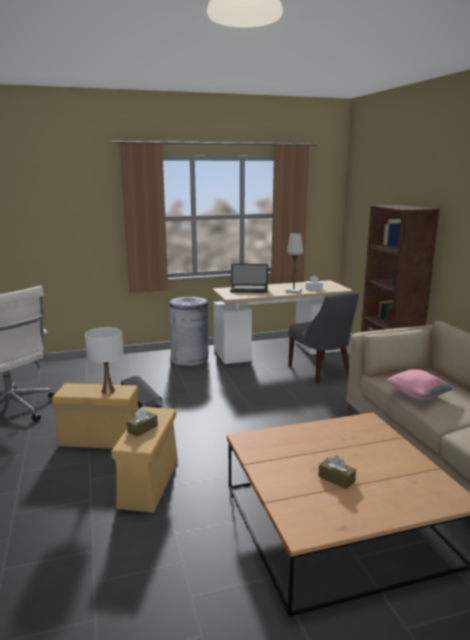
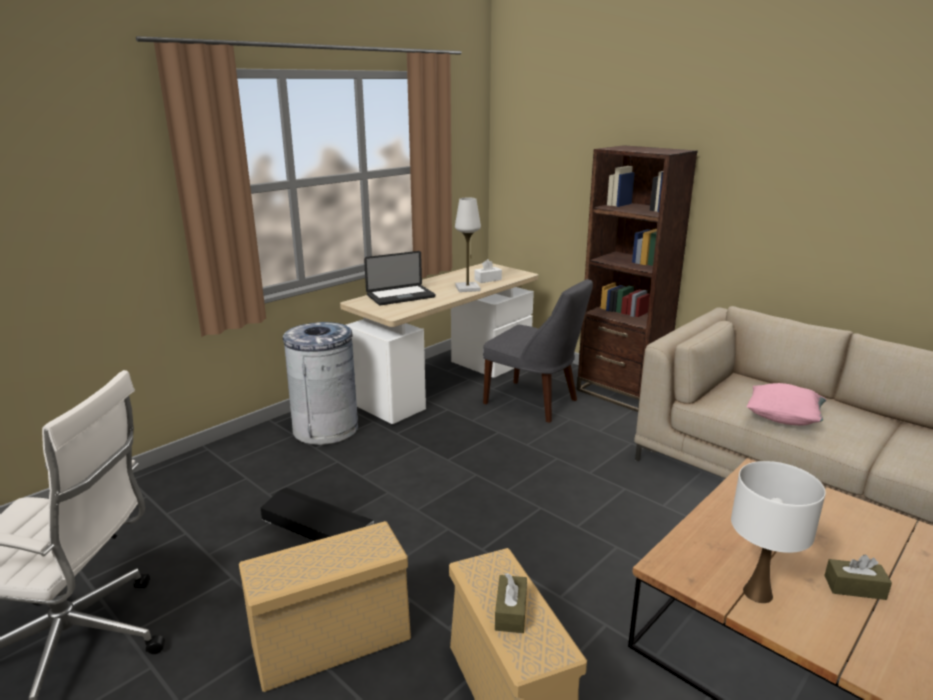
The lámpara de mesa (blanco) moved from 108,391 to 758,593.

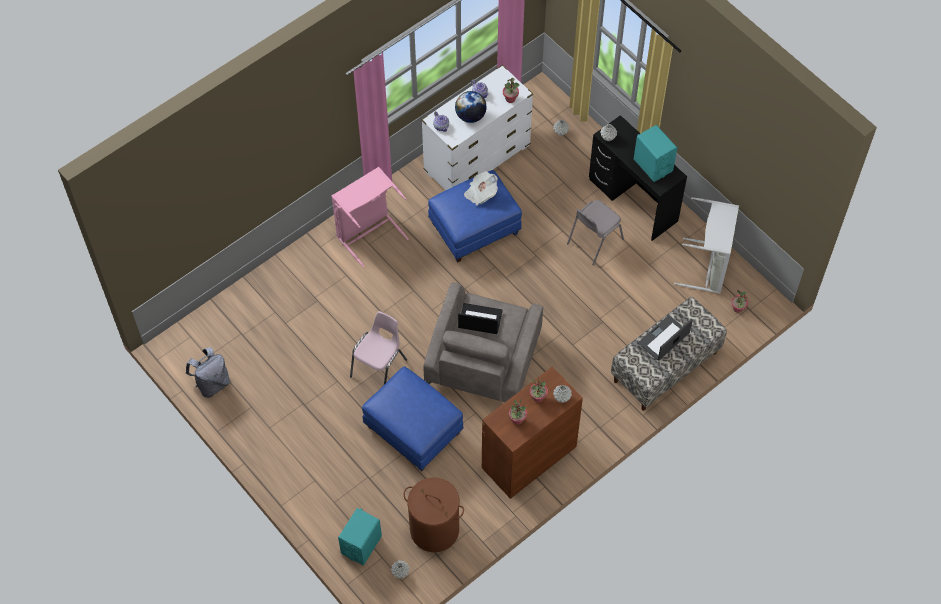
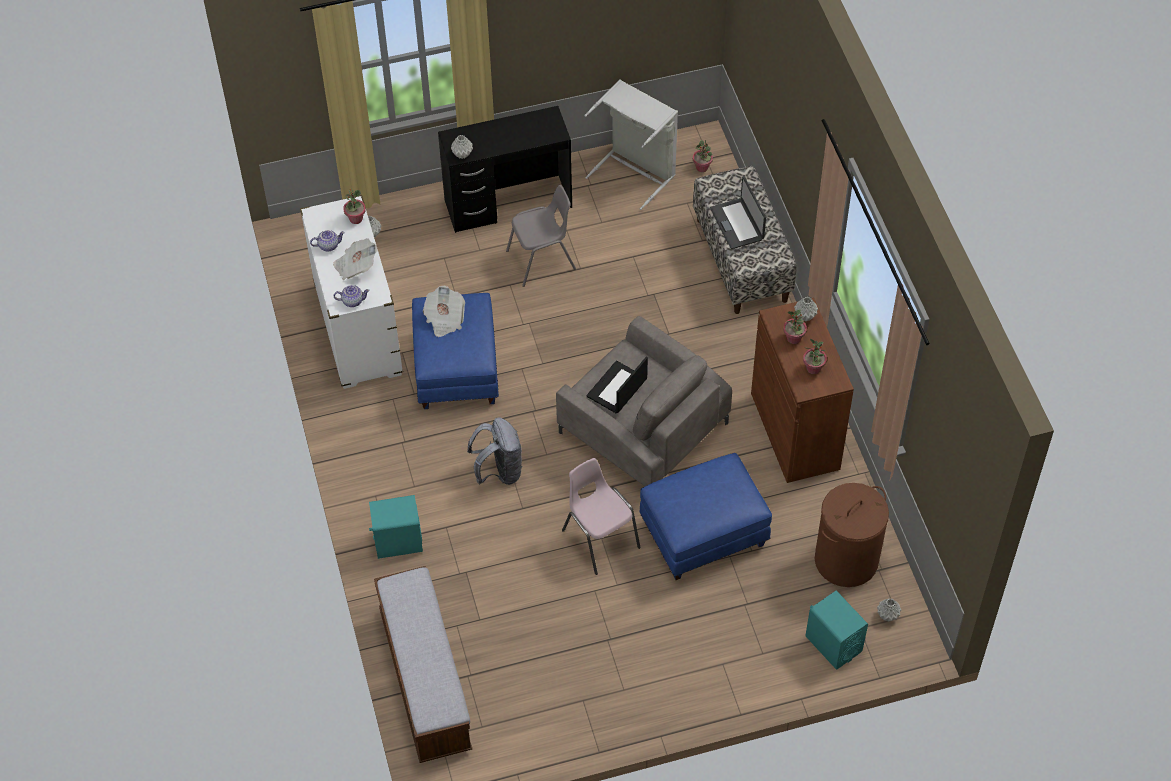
The mochila (gris) moved from 212,383 to 499,471.
The cesto de la ropa (rosa) at 368,233 disappeared.
The globo terráqueo at 470,116 was replaced by the periódico at 356,266.
The silla (gris) at 594,241 turned 90 degrees counterclockwise.
The altavoz (turquesa) moved from 652,165 to 398,542.
The banco at 425,679 appeared.

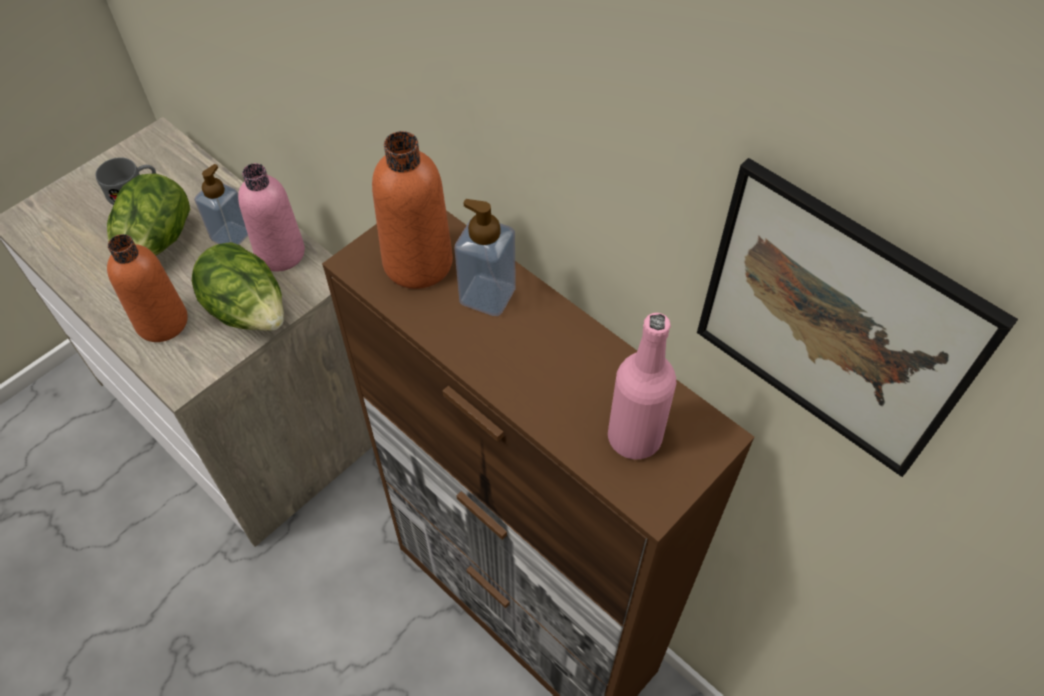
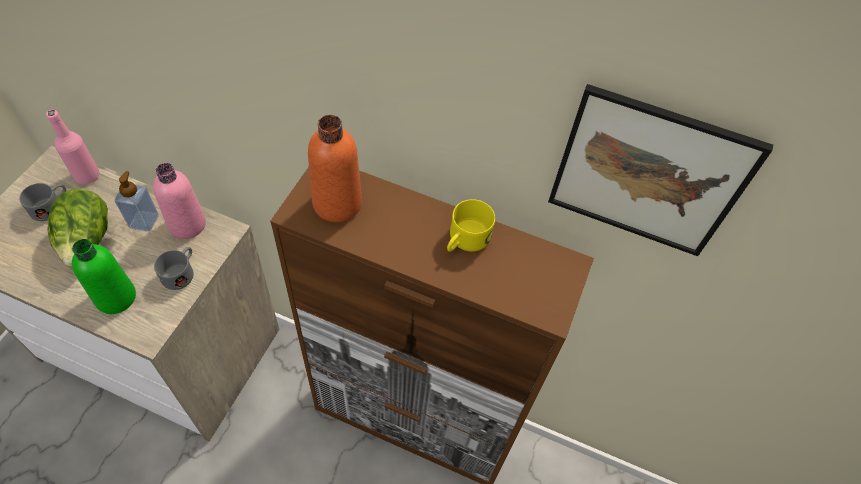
The botella (naranja) at 162,322 became the botella (verde) at 116,297.
The lechuga at 249,312 was replaced by the taza grande (gris) at 181,272.
The dispensador de jabón at 487,295 disappeared.
The botella (rosa) moved from 634,437 to 87,176.
The taza grande (amarillo) at 465,240 appeared.

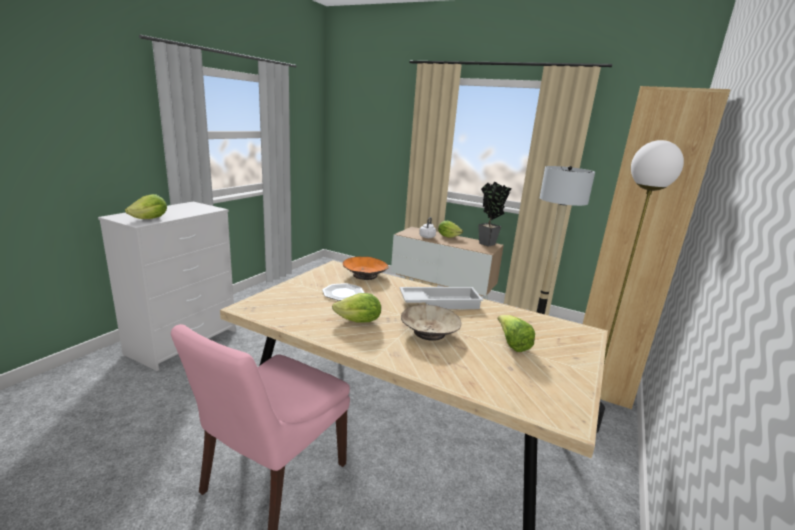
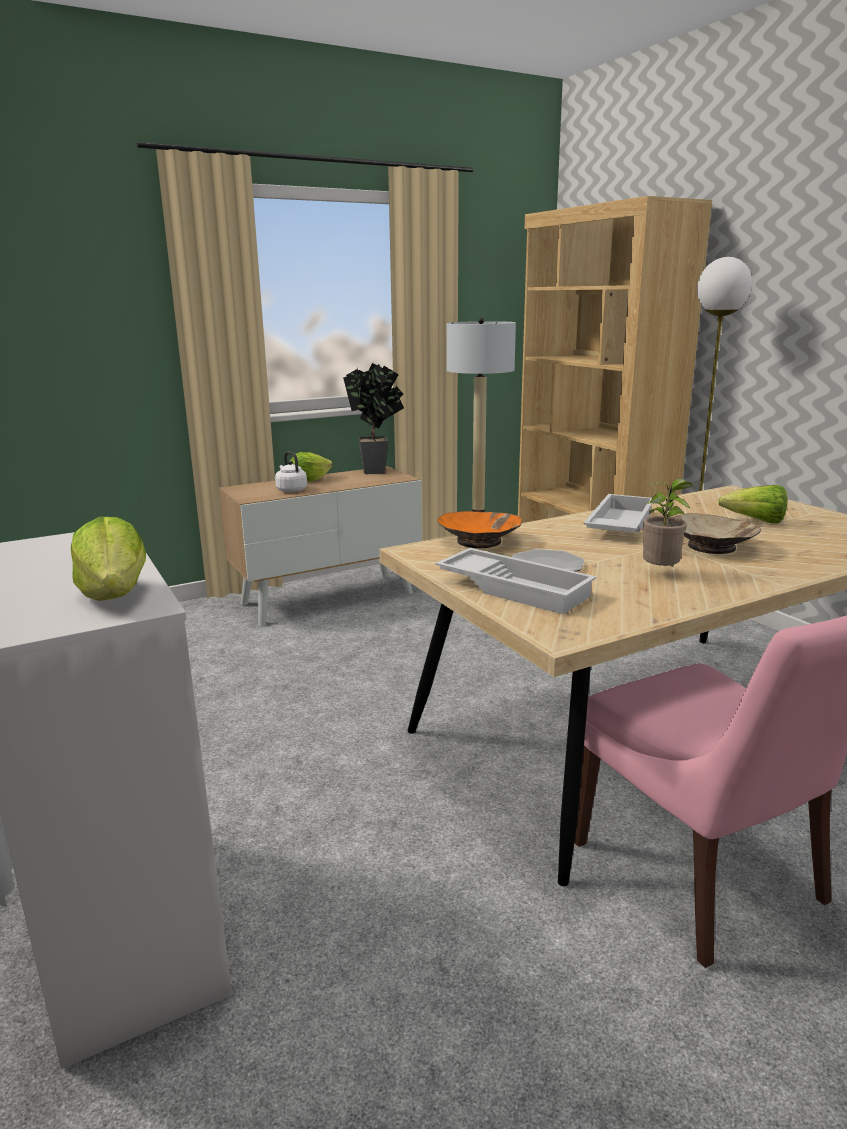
The lechuga at 359,321 was replaced by the planta en maceta at 661,573.
The bandeja (blanco) at 515,588 appeared.

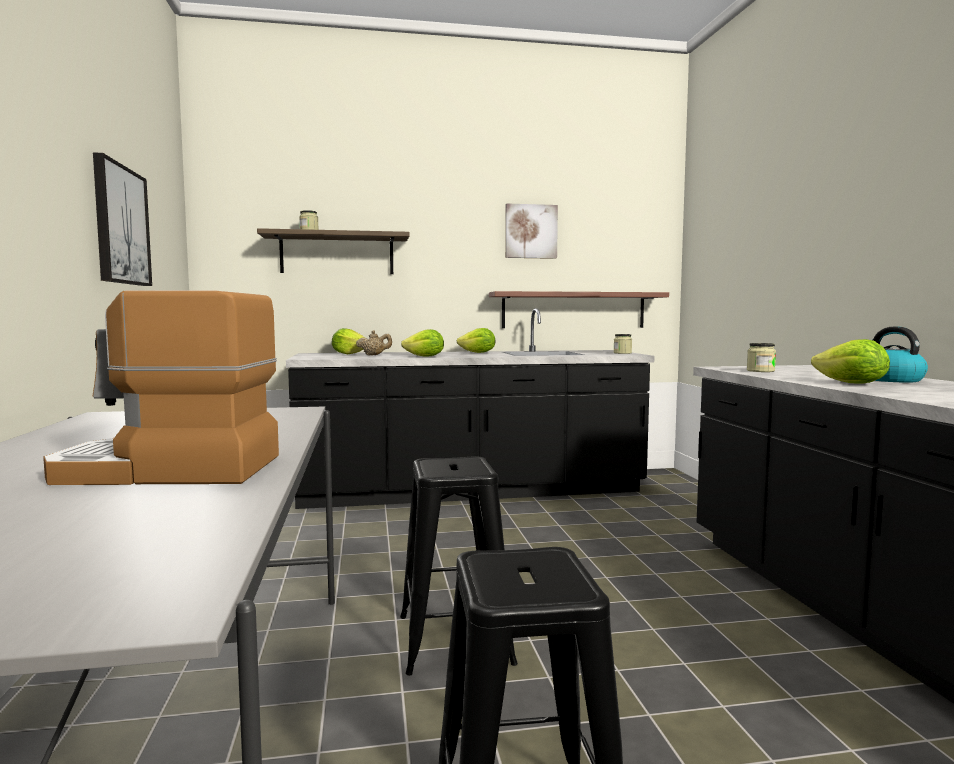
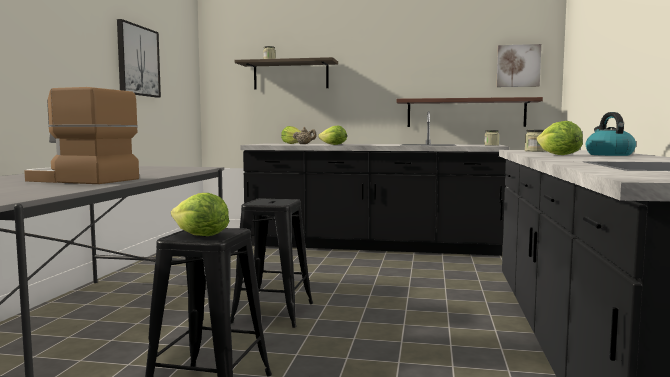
The lechuga moved from 478,353 to 201,236.
The cuadro moved from 530,231 to 518,66.

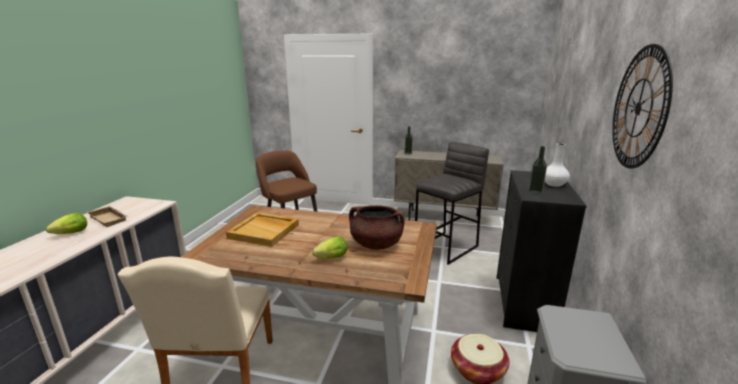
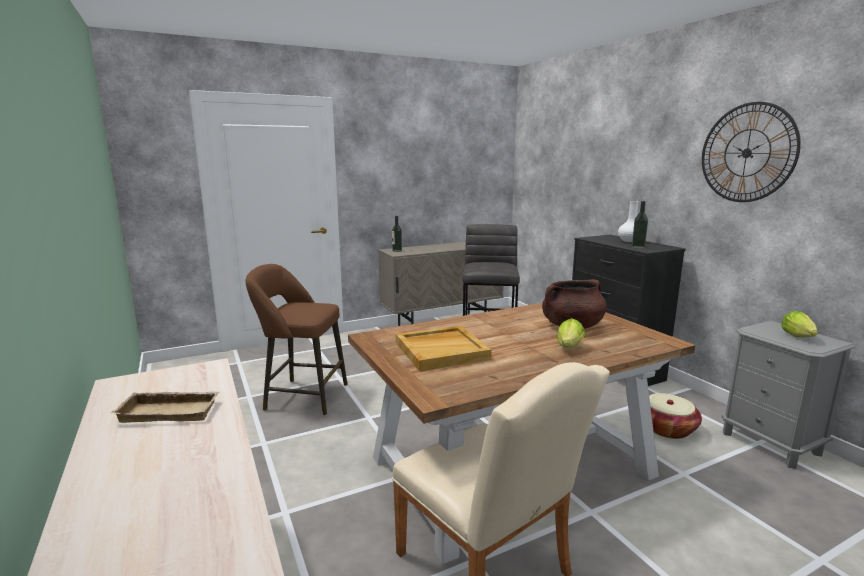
The lechuga moved from 69,234 to 799,337.

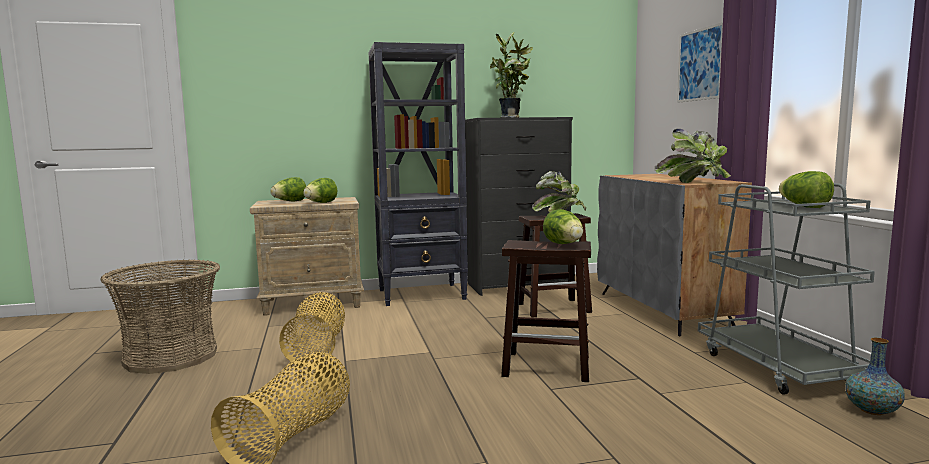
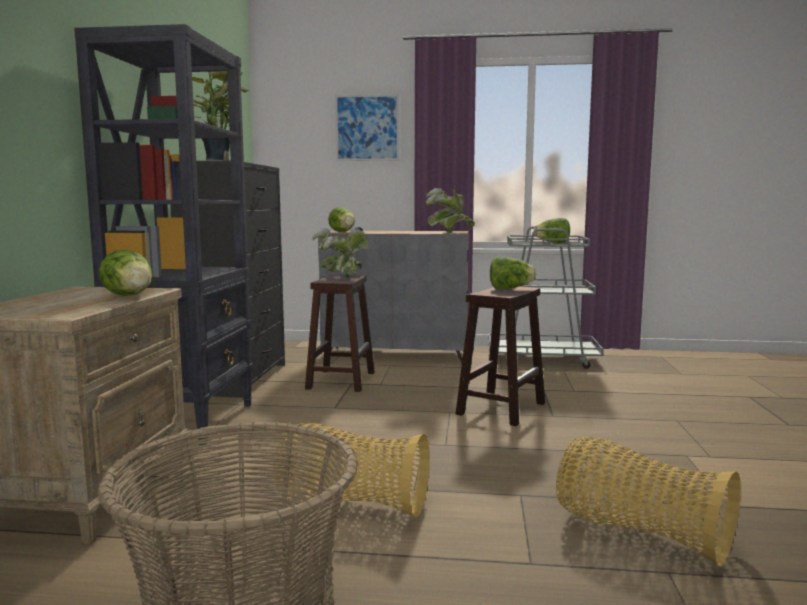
The lechuga moved from 290,201 to 343,232.
The florero at 872,410 disappeared.

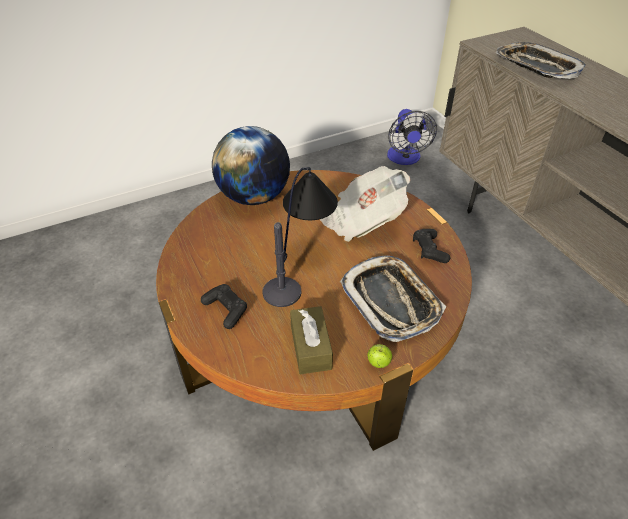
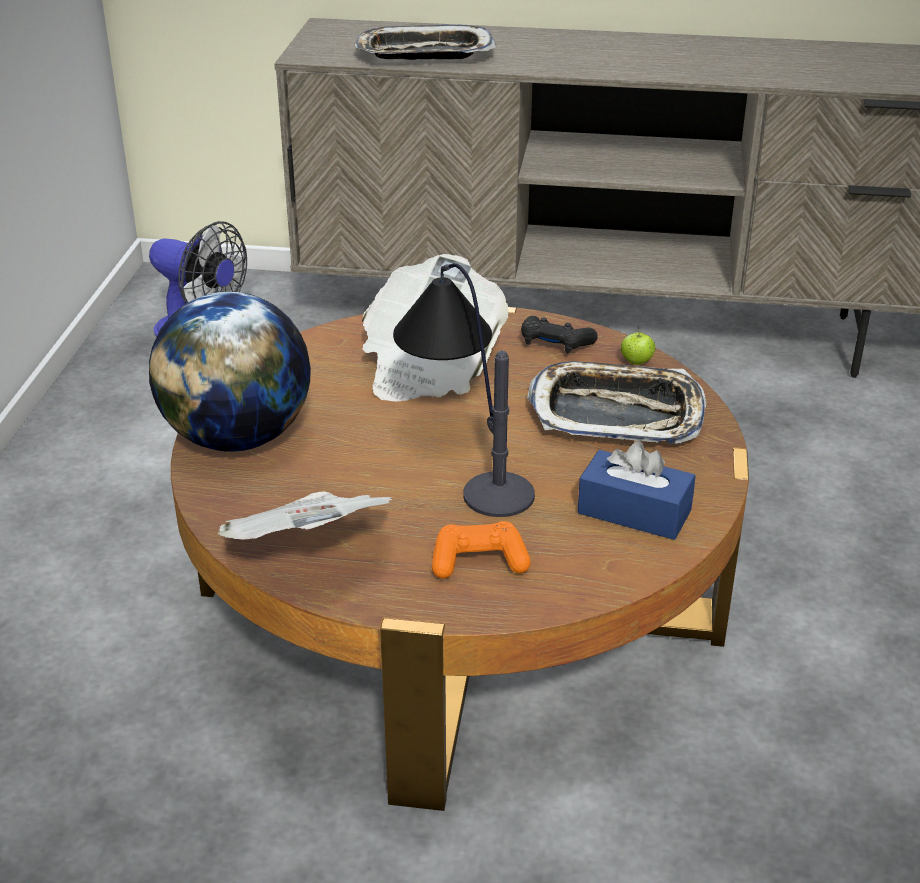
The mando de consola (negro) at 226,310 became the mando de consola (naranja) at 479,561.
The caja de pañuelos (marrón) at 310,347 became the caja de pañuelos (azul) at 634,512.
The manzana moved from 378,363 to 636,362.
The periódico at 307,551 appeared.

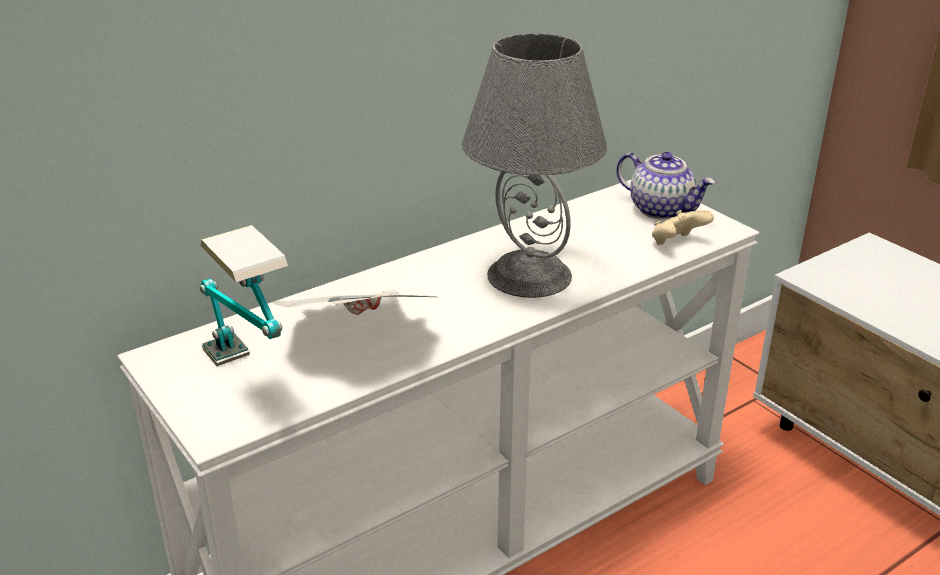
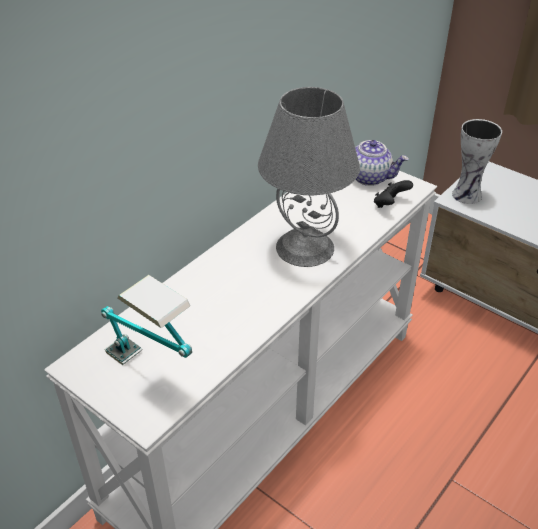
The periódico at 360,335 disappeared.
The mando de consola (beis) at 677,243 became the mando de consola (negro) at 390,204.
The florero at 468,195 appeared.

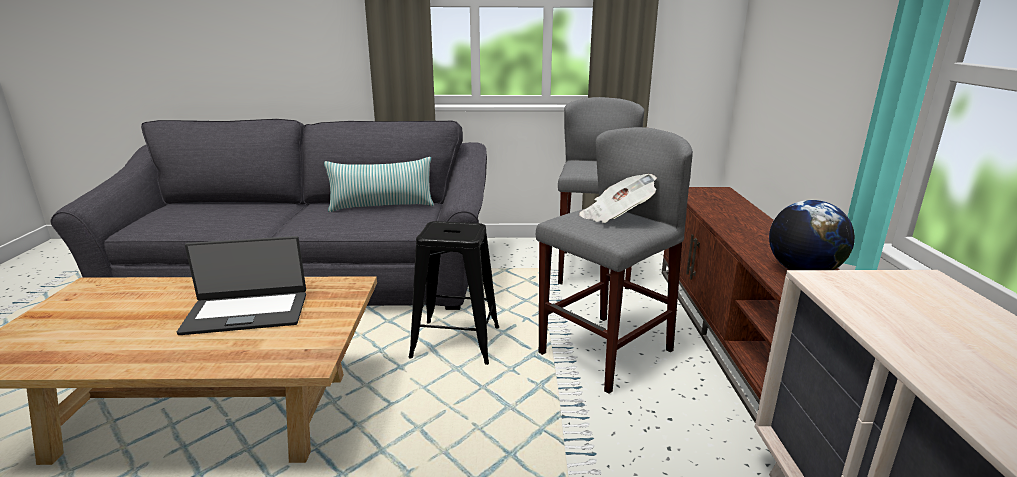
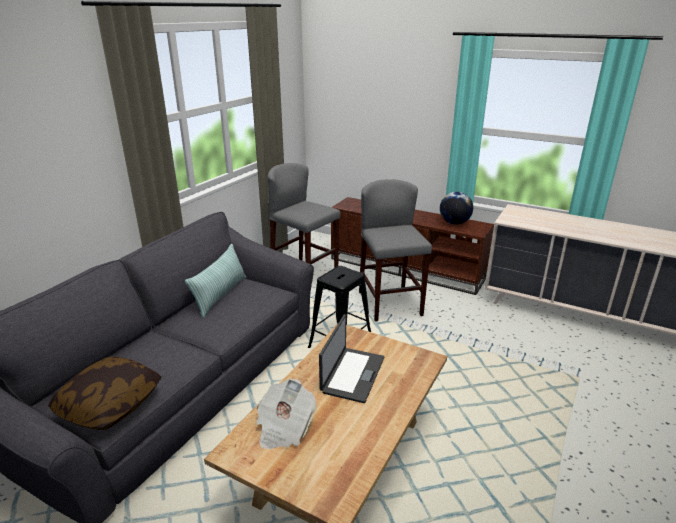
The periódico moved from 616,216 to 284,427.
The cojín at 110,404 appeared.

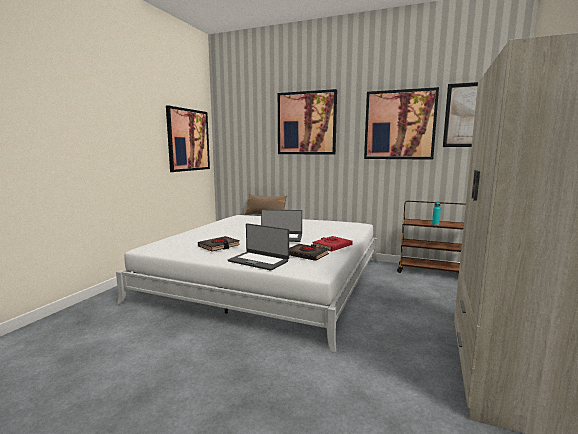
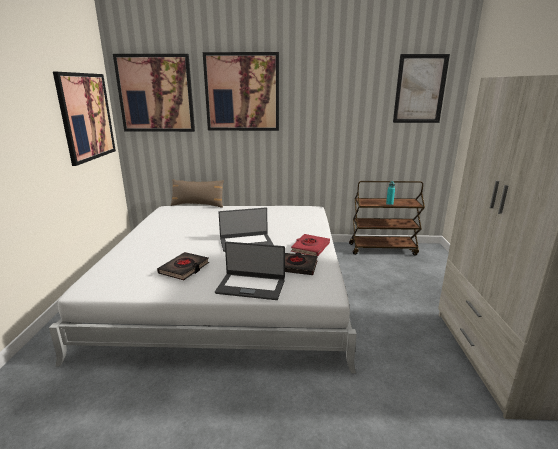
The cuadro moved from 399,125 to 156,93.

